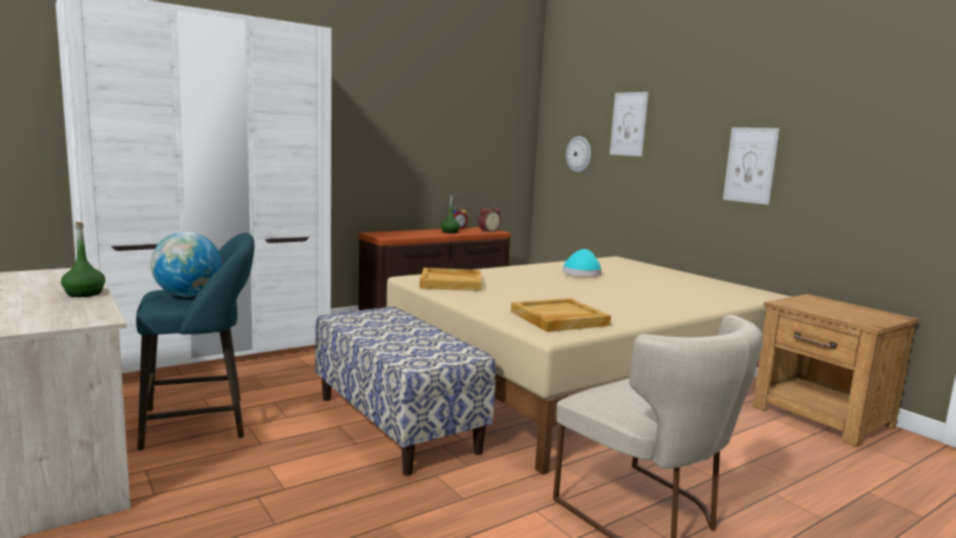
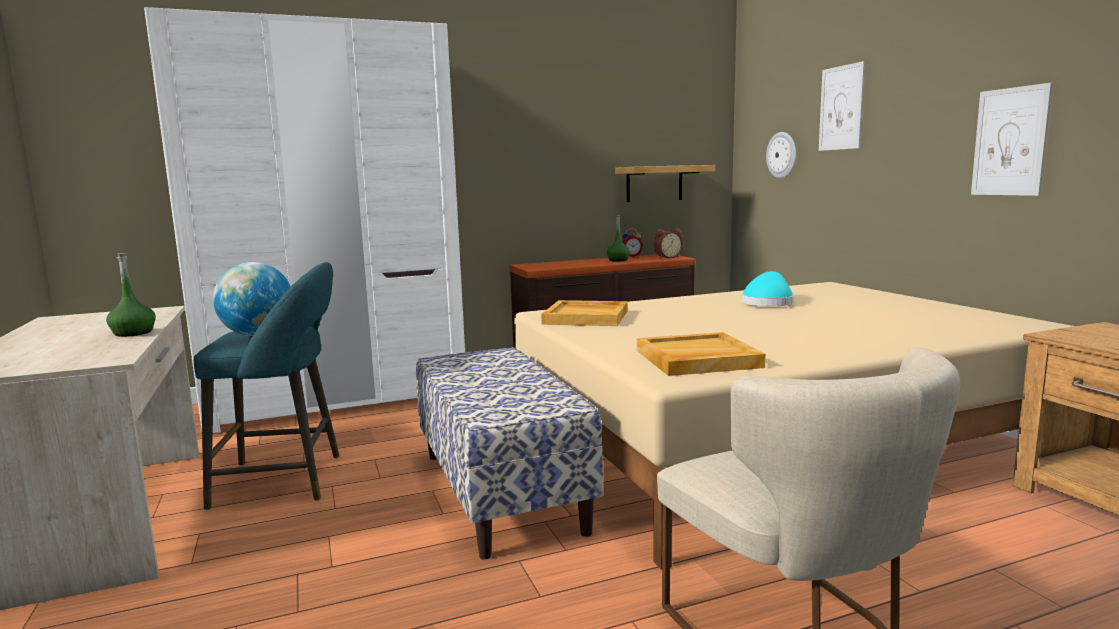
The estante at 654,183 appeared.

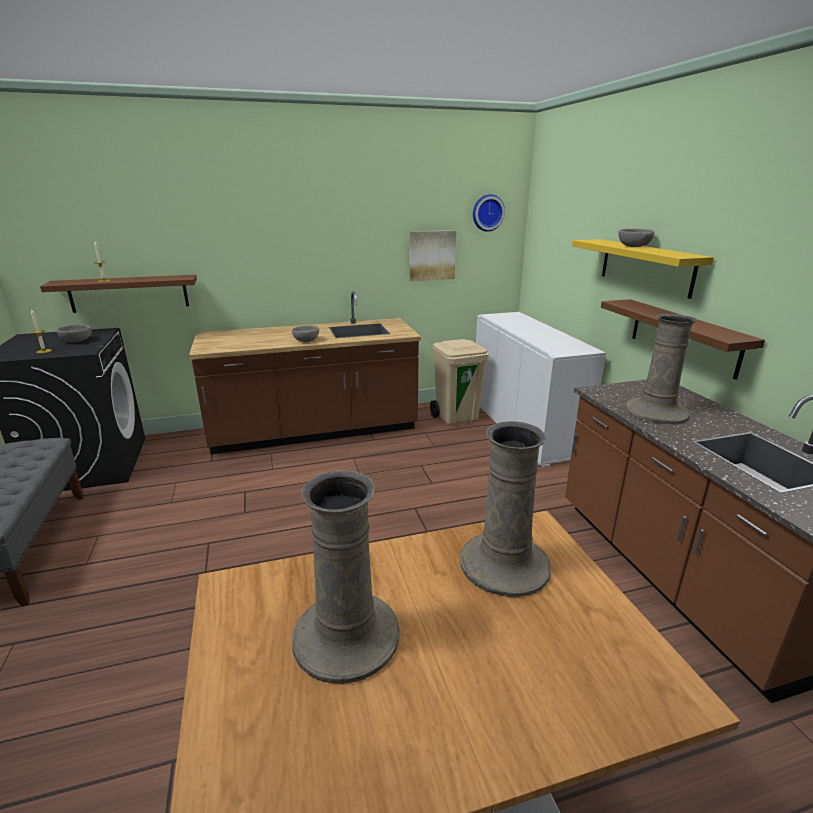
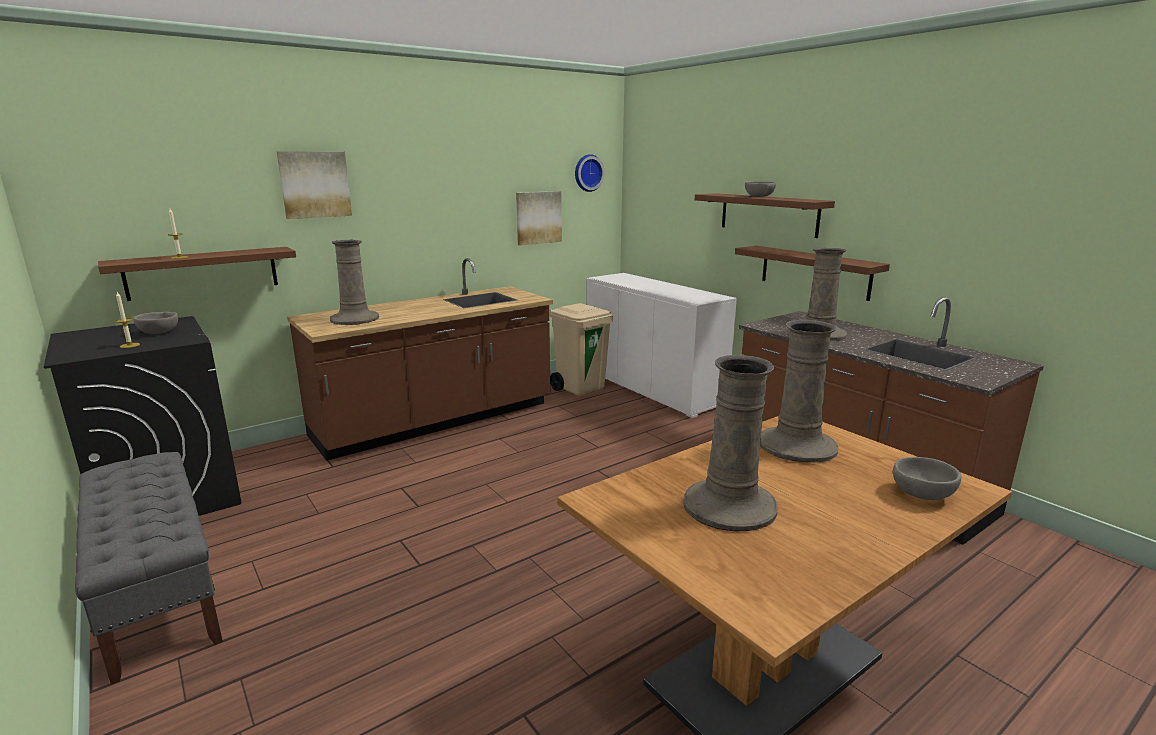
The cuenco (gris) moved from 306,341 to 923,495.
The estante (amarillo) at 645,266 became the estante (marrón) at 768,214.
The cuadro at 315,184 appeared.
The florero (beis) at 354,319 appeared.

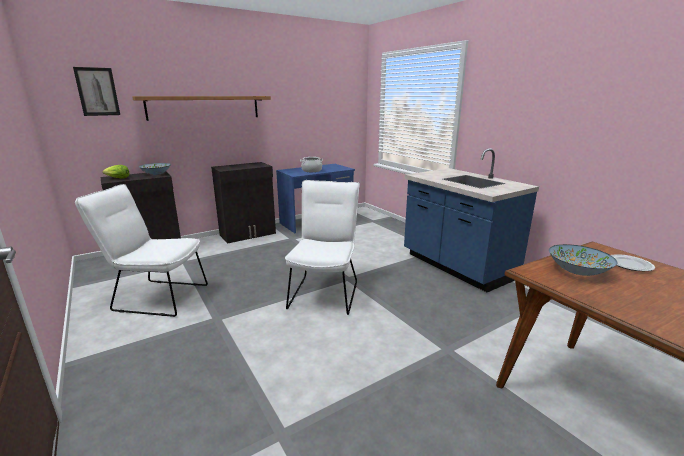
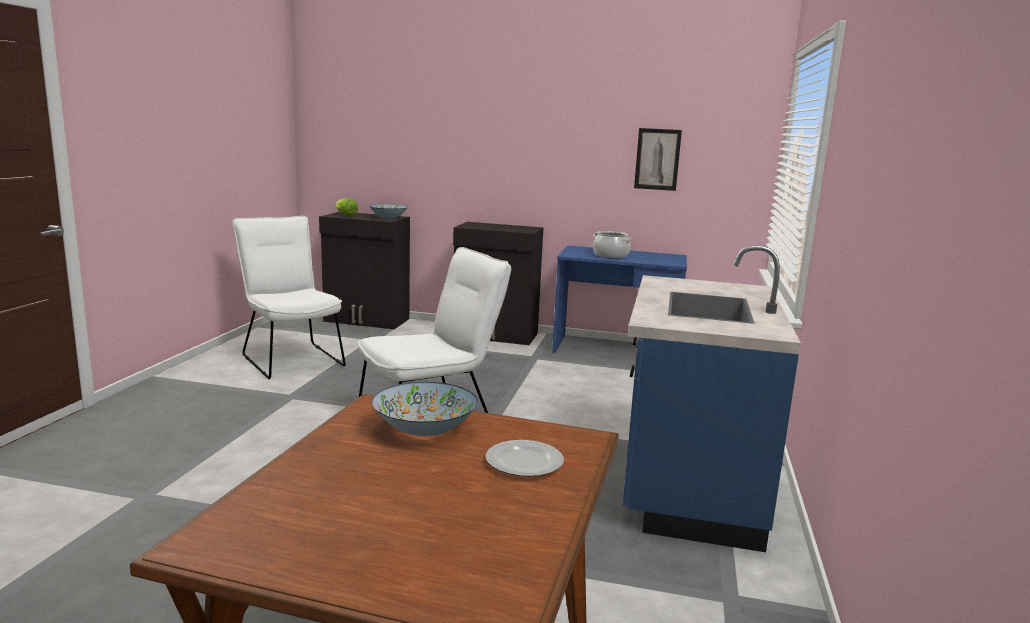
The cuadro moved from 97,91 to 657,159.
The estante at 204,107 disappeared.

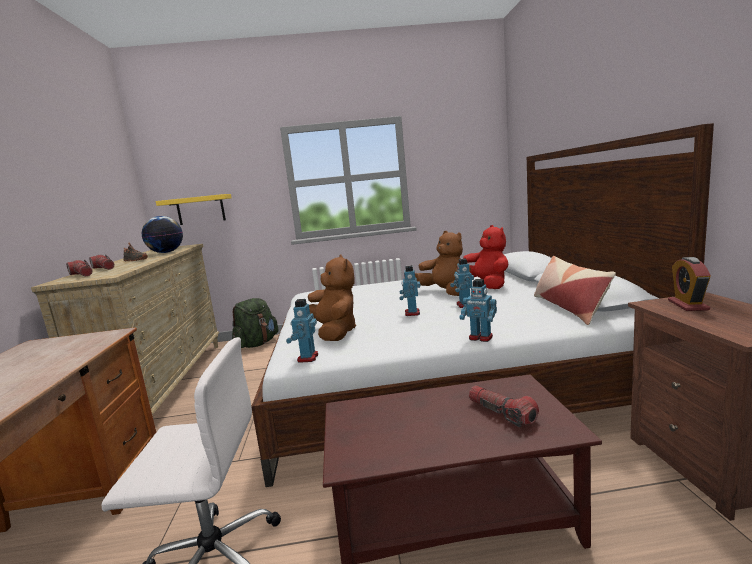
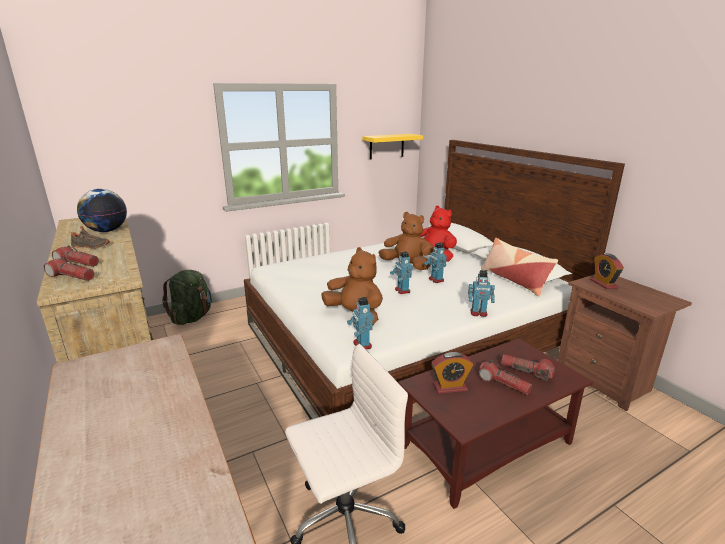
The estante (amarillo) moved from 201,210 to 386,146.
The despertador at 450,387 appeared.
The linterna at 503,384 appeared.

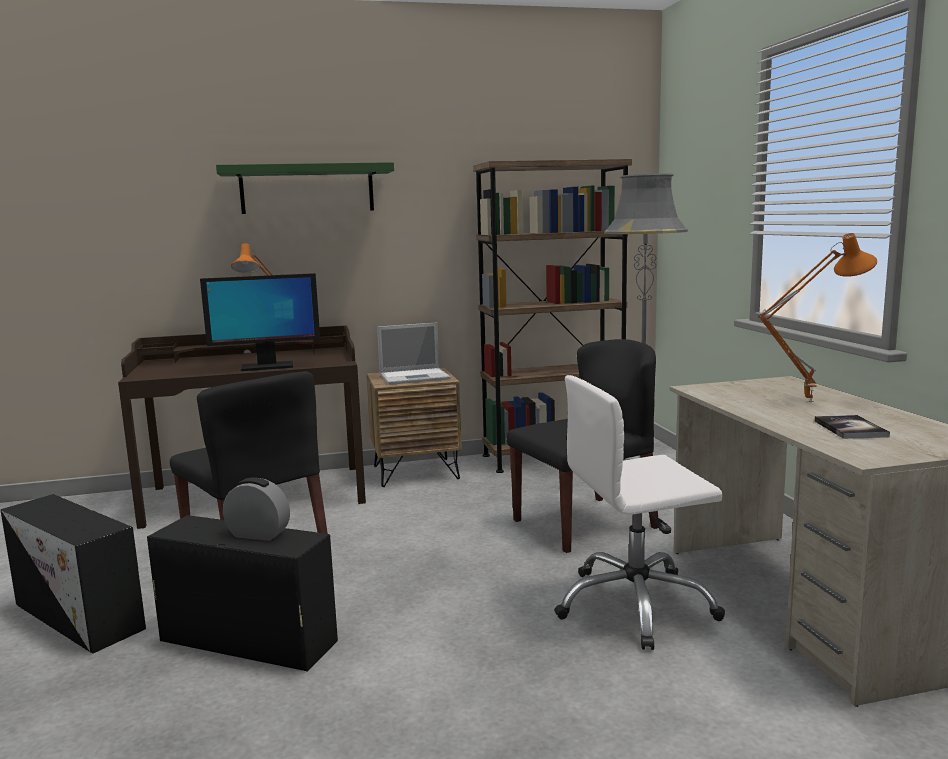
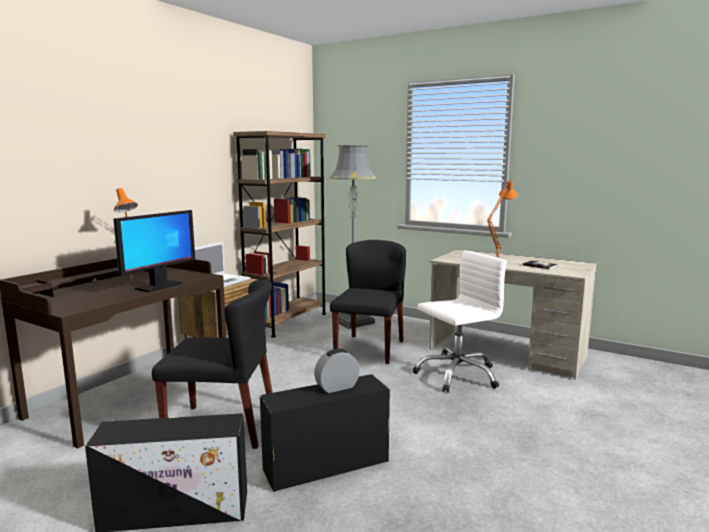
The estante (verde) at 307,189 disappeared.
The silla de oficina (blanco) at 635,606 turned 150 degrees counterclockwise.

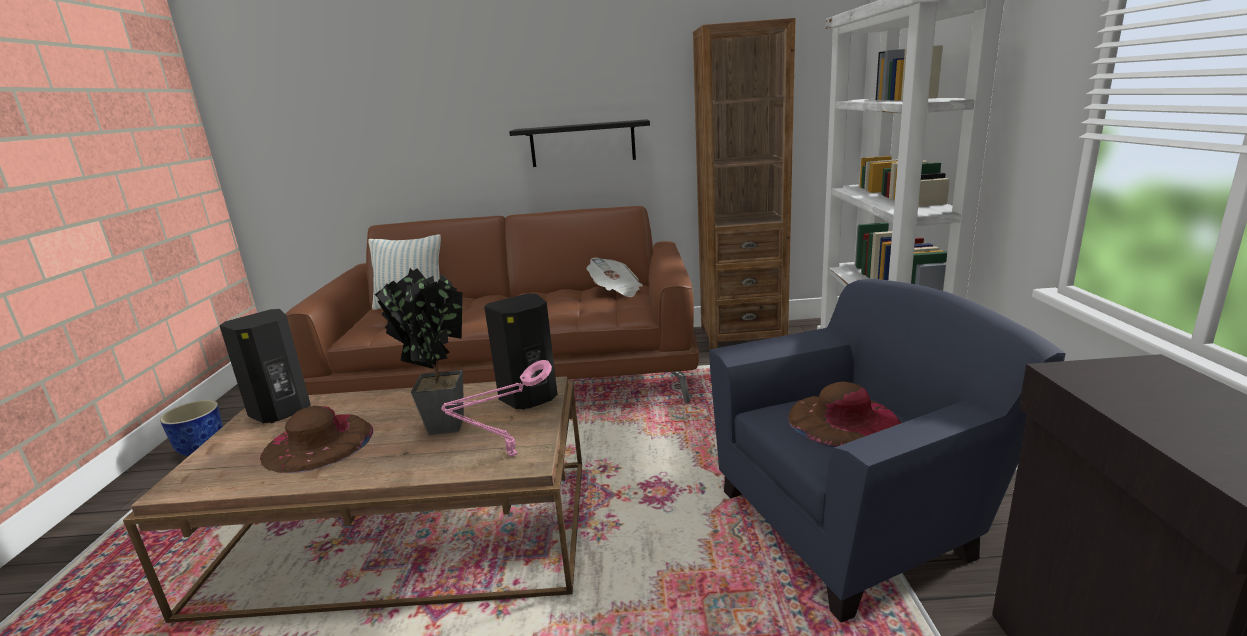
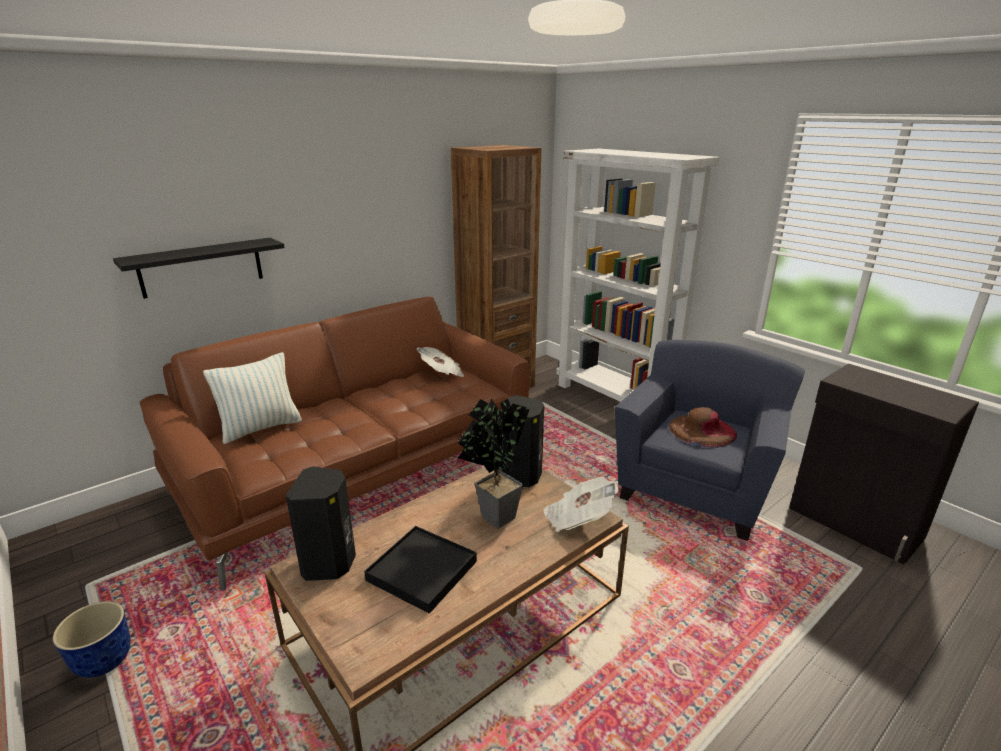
The sombrero (marrón) at 318,443 was replaced by the bandeja (negro) at 422,570.
The lámpara de mesa (rosa) at 508,455 was replaced by the periódico at 578,518.
The estante (negro) moved from 582,143 to 201,267.

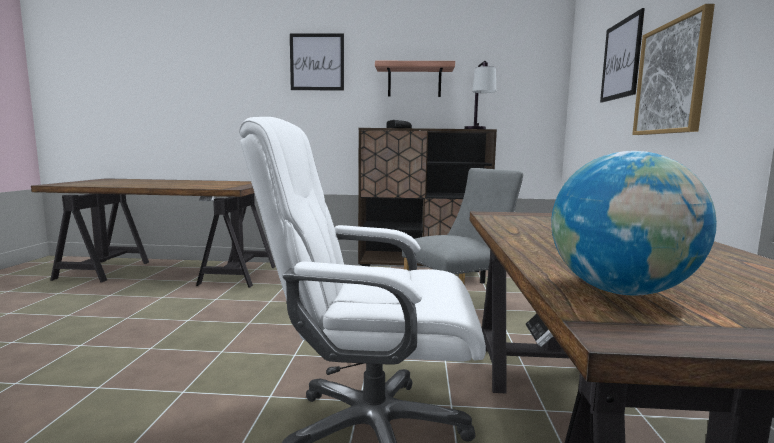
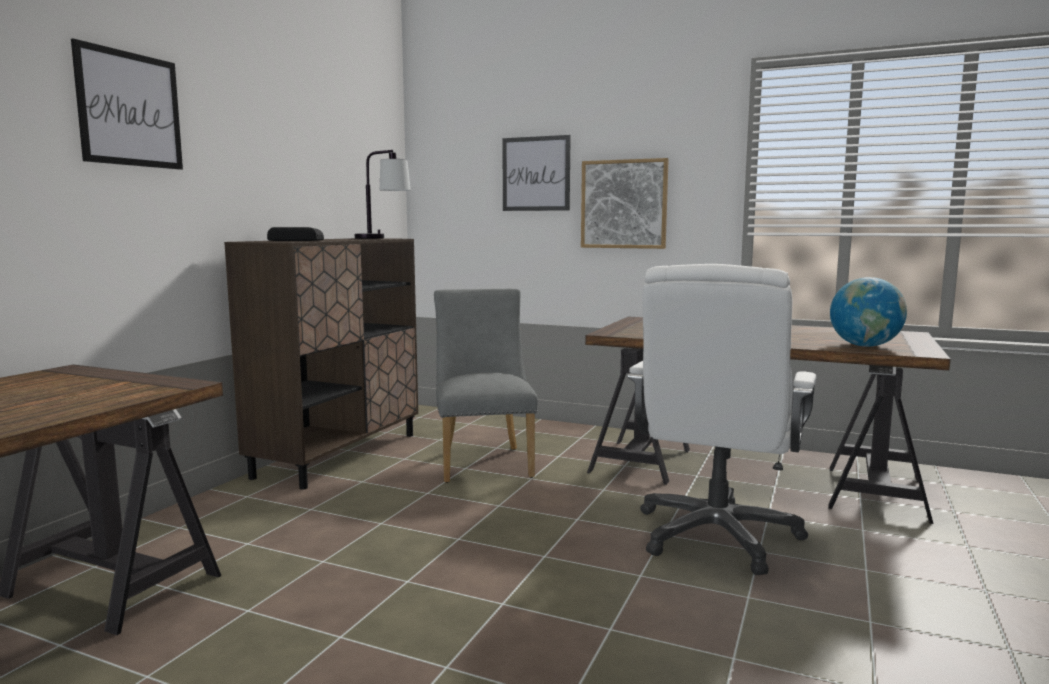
The estante at 414,81 disappeared.

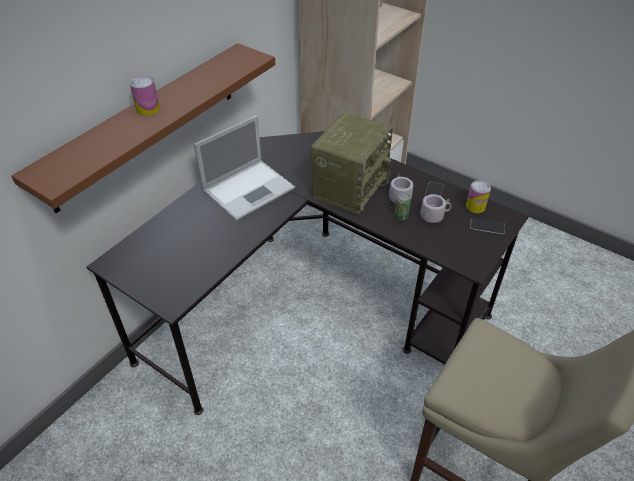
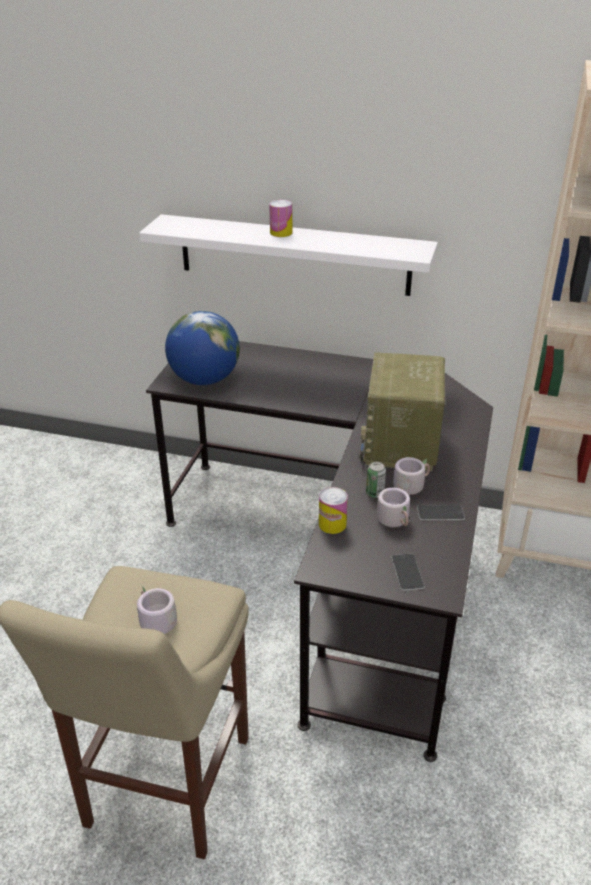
The estante (marrón) at 146,125 became the estante (blanco) at 293,255.
The portátil at 249,189 disappeared.
The radio at 350,186 turned 90 degrees clockwise.
The lata moved from 475,206 to 332,524.
The taza grande (gris) at 154,621 appeared.
The globo terráqueo at 205,380 appeared.

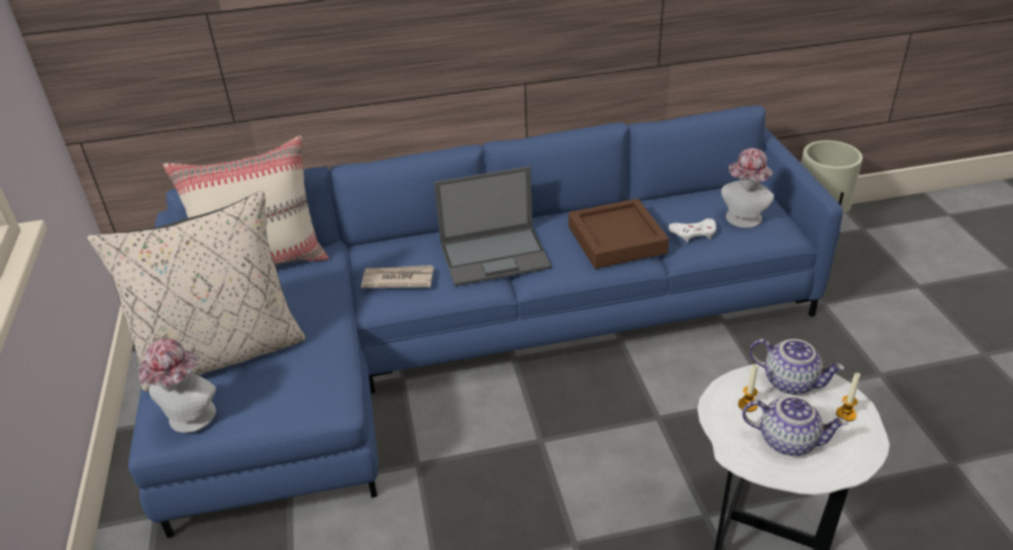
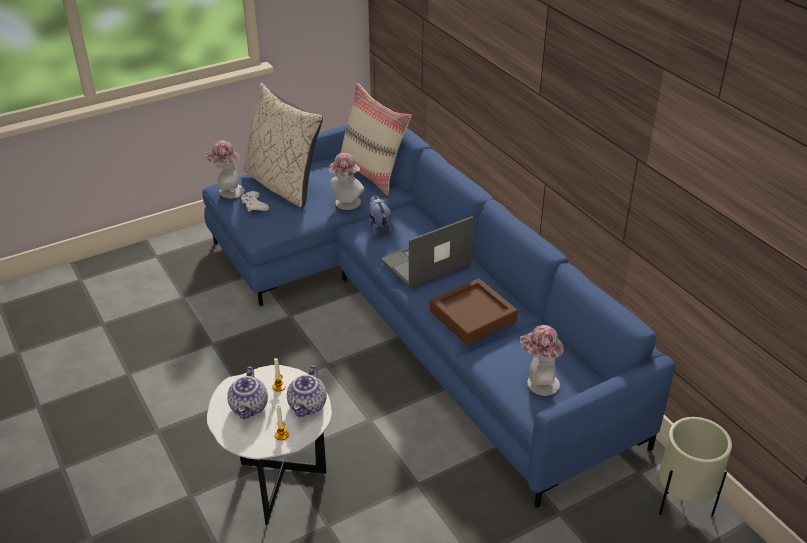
The periódico at 397,279 was replaced by the peluche at 379,228.
The portátil at 496,255 turned 90 degrees clockwise.
The mando de consola (blanco) moved from 694,233 to 254,205.
The sombrero at 346,204 appeared.

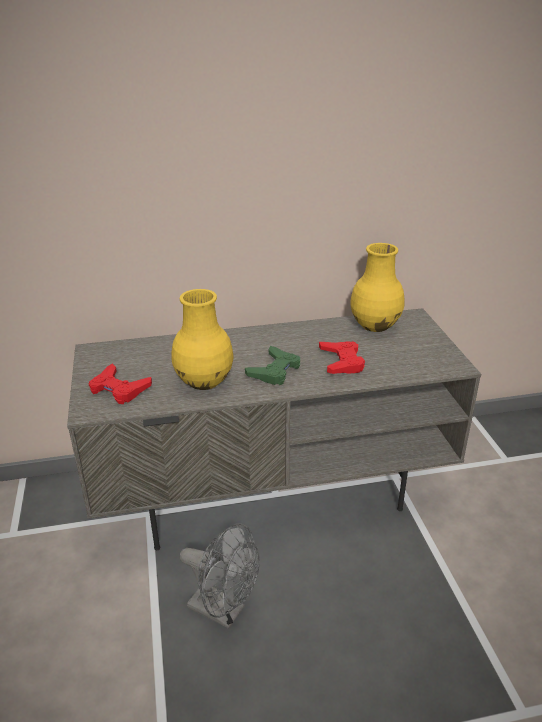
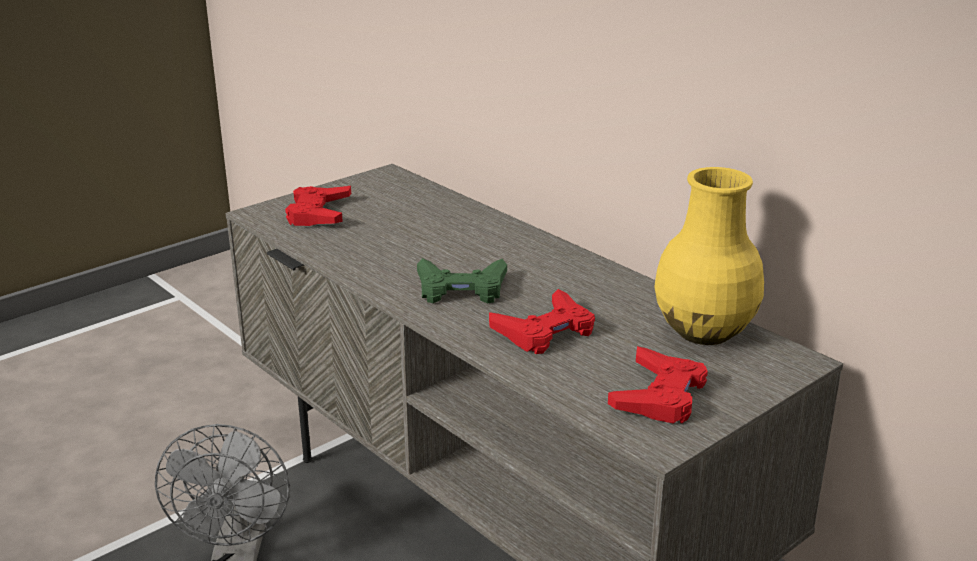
The florero (amarillo) at 203,381 disappeared.
The mando de consola (rojo) at 659,395 appeared.

